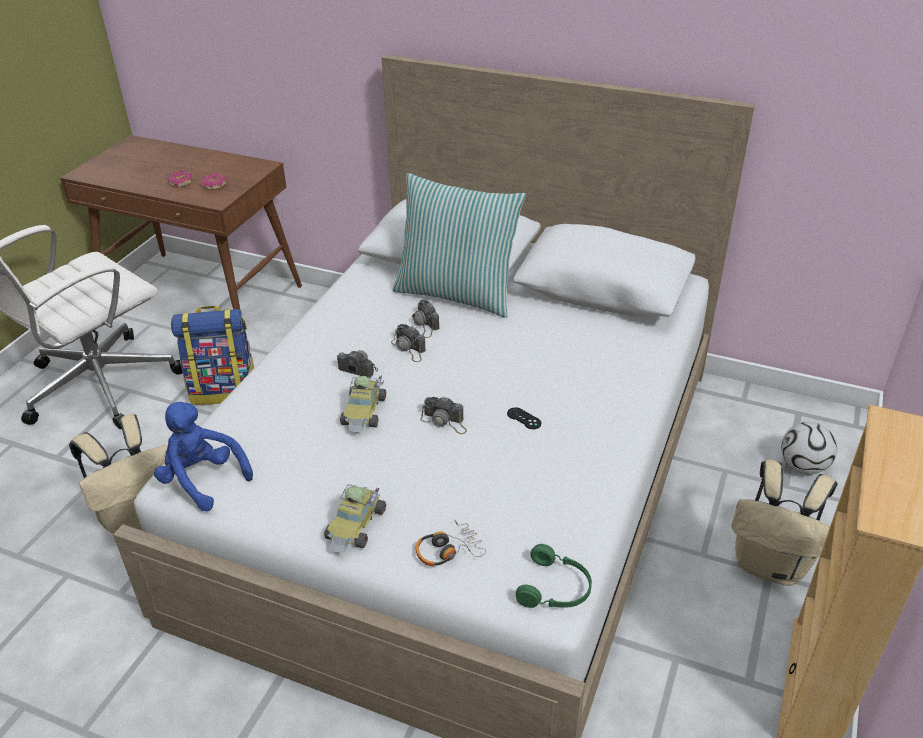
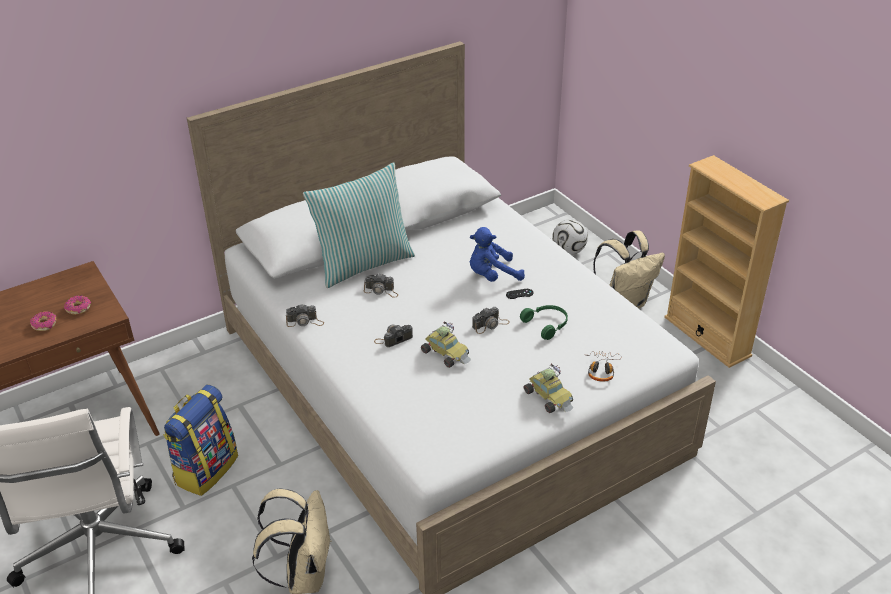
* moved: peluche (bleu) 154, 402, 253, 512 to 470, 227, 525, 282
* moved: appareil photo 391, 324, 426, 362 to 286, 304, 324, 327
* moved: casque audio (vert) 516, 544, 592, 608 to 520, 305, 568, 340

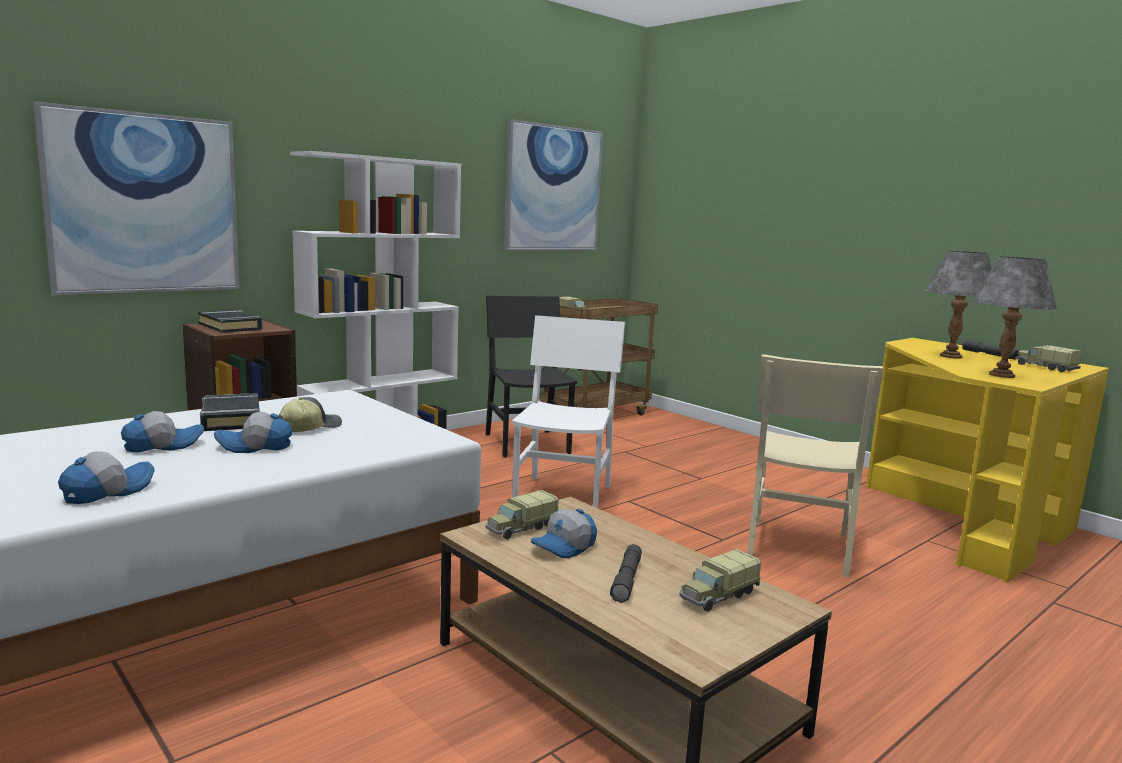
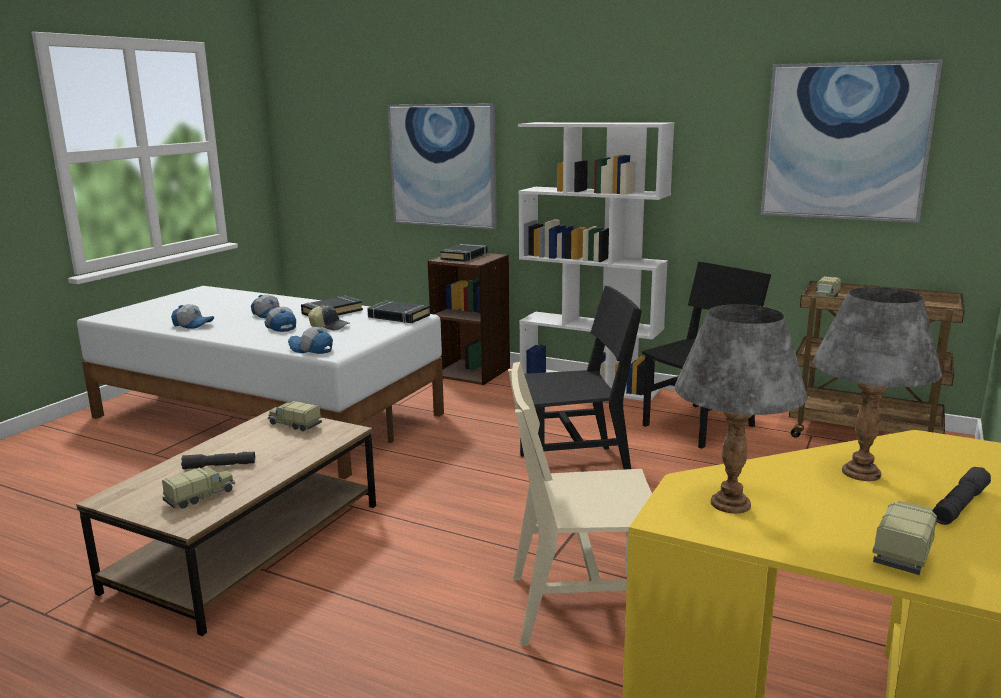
* recoloured: chaise (blanc) 511, 315, 625, 508 to chaise (noir) 520, 286, 642, 470
* moved: casquette 531, 509, 597, 558 to 288, 327, 333, 354
* turned: camion jouet 679, 549, 761, 612 = 162, 467, 235, 508 105 degrees clockwise
* added: livre (noir) 367, 301, 430, 323

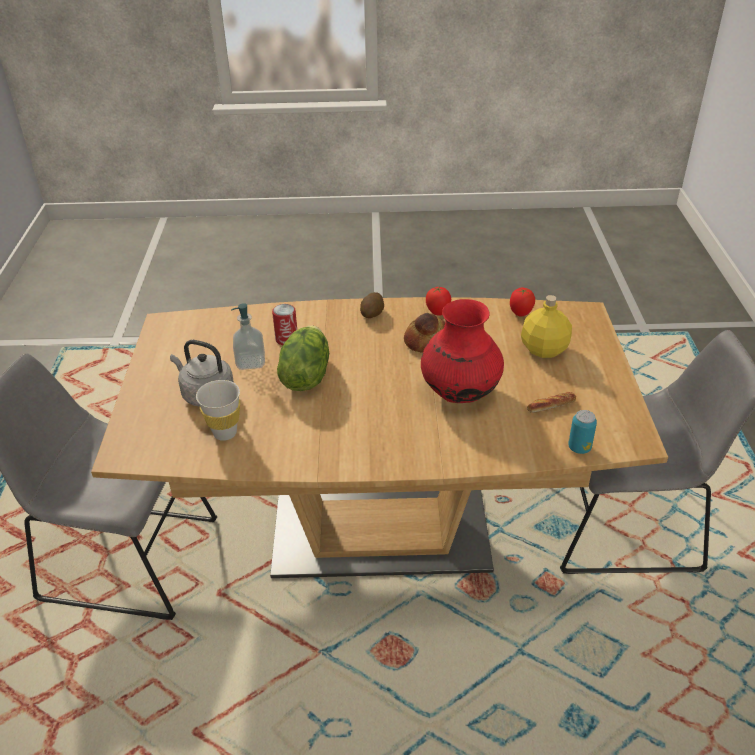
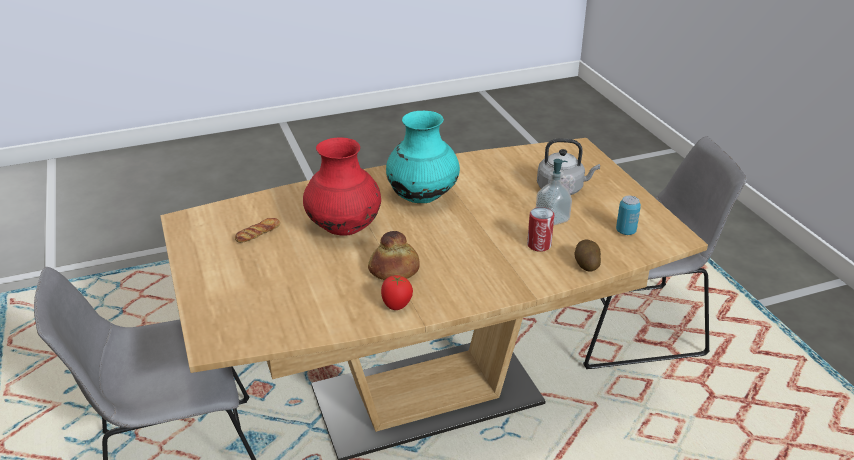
* removed: tasse (blanc) 196, 380, 240, 441
* removed: laitue 277, 325, 329, 391
* moved: pomme de terre 360, 292, 384, 318 to 574, 239, 601, 272
* removed: tomate 510, 288, 535, 316
* removed: bouteille (jaune) 521, 295, 572, 358
* moved: boîte métallique 568, 410, 597, 454 to 616, 196, 641, 235
* added: vase (turquoise) 386, 111, 460, 203

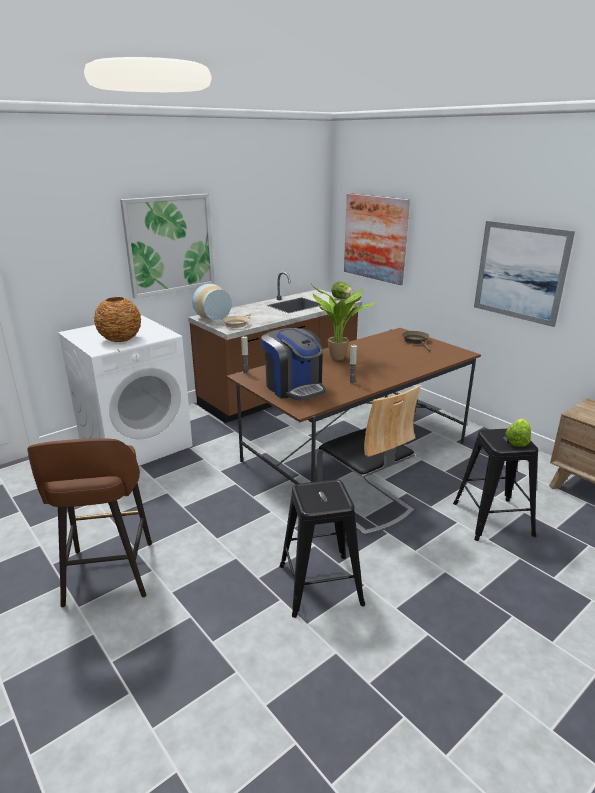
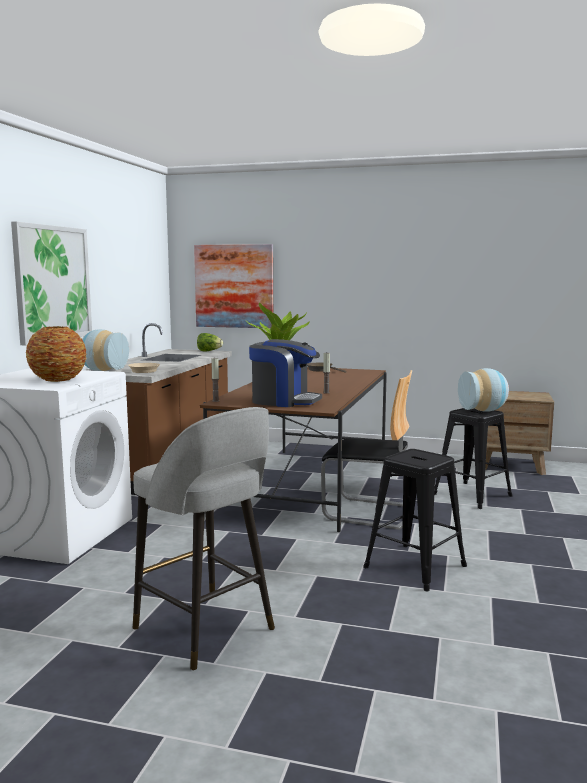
* recoloured: tabouret (marron) 27, 438, 152, 607 to tabouret (gris) 133, 407, 275, 671
* removed: tableau 474, 221, 575, 327
* replaced: laitue 506, 419, 531, 447 to vase 458, 368, 509, 412

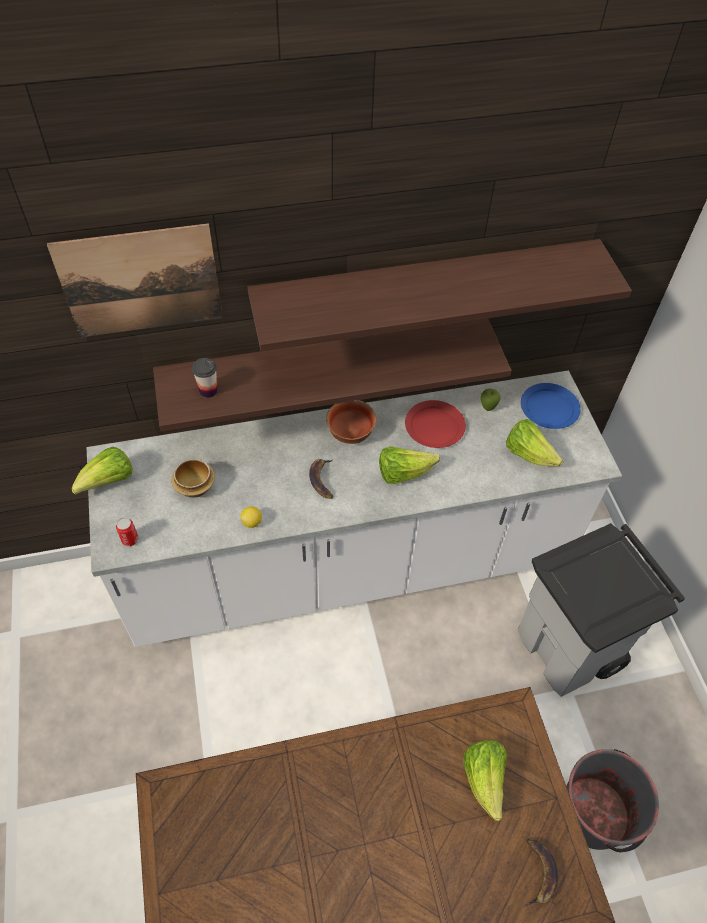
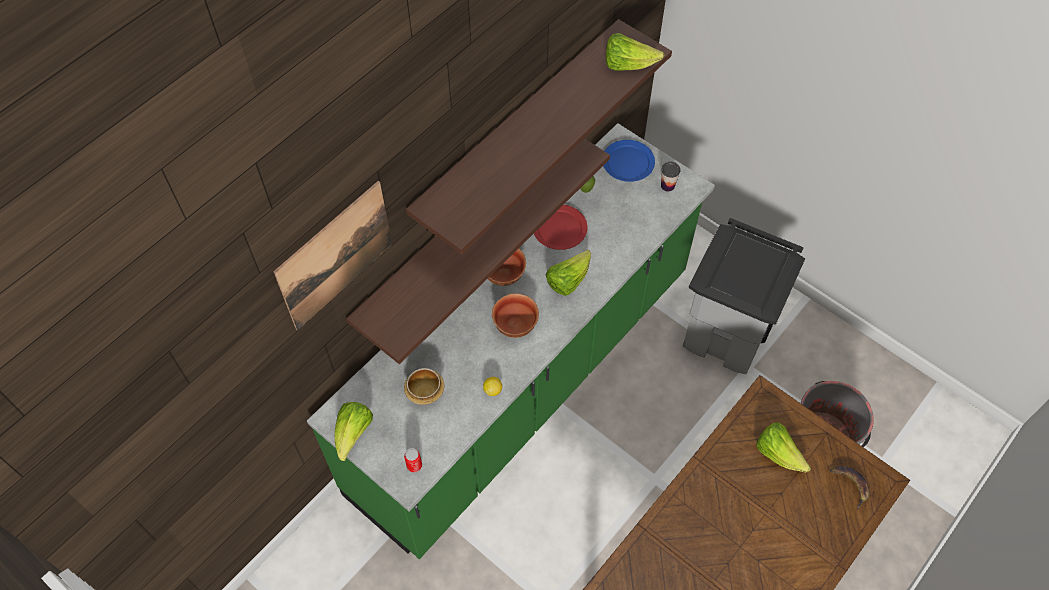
* recoloured: comptoir de cuisine (blanc) 87, 371, 622, 647 to comptoir de cuisine (vert) 307, 123, 715, 559
* moved: tasse 192, 358, 218, 398 to 661, 162, 680, 192
* replaced: banane 309, 459, 333, 499 to bol 492, 293, 539, 338
* moved: laitue 506, 419, 563, 466 to 606, 33, 664, 71

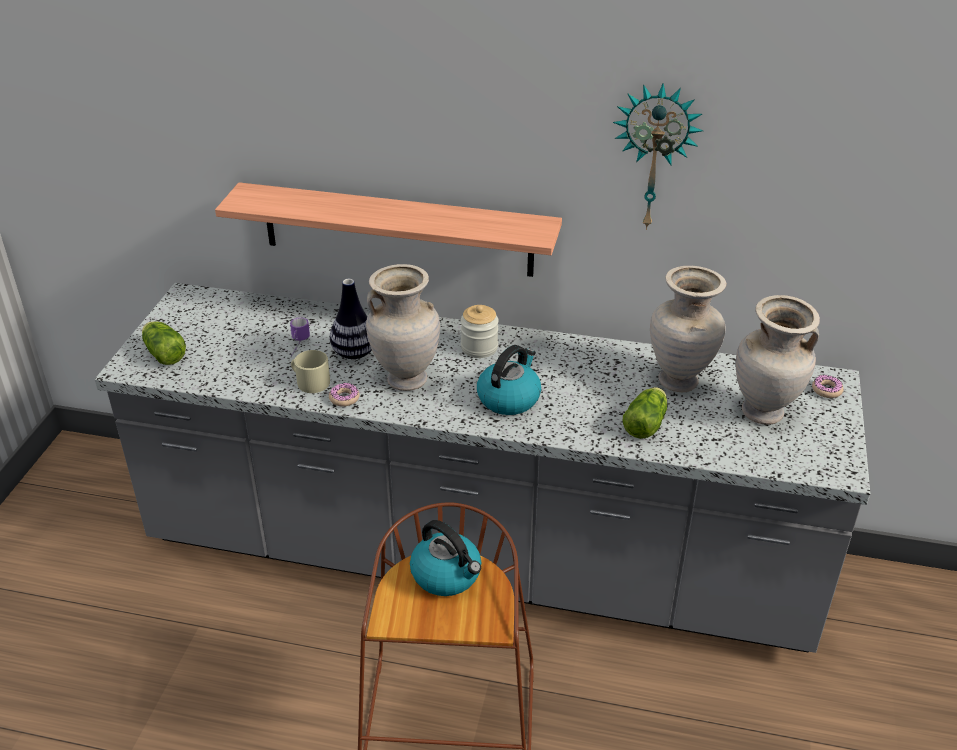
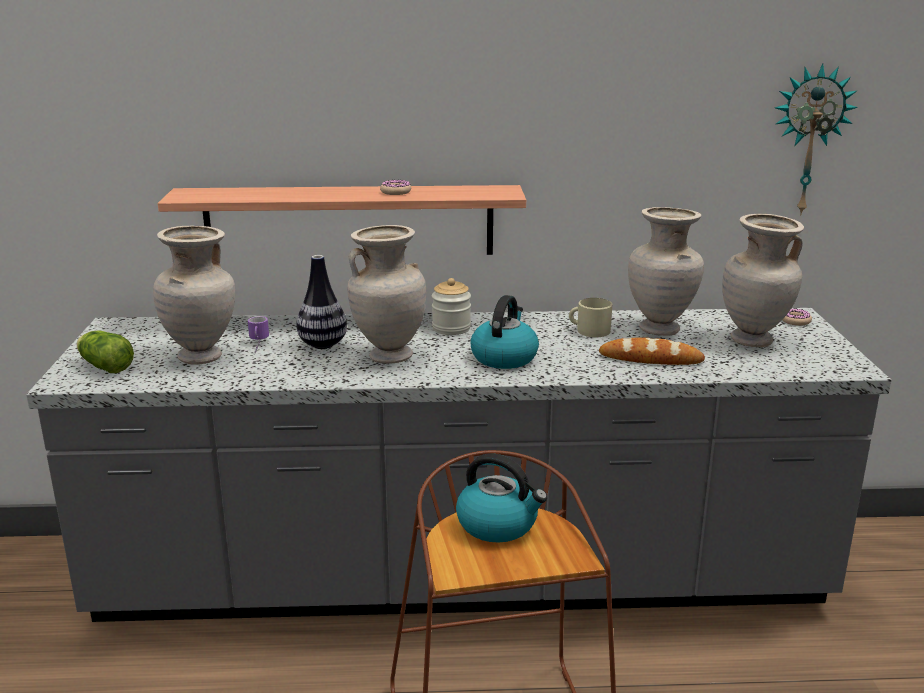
* moved: mug (beige) 291, 350, 330, 393 to 569, 298, 612, 337
* moved: beignet 329, 383, 359, 407 to 380, 180, 411, 195
* moved: horloge murale 613, 83, 703, 230 to 775, 63, 858, 216
* replaced: laitue 623, 387, 668, 439 to pain 599, 337, 705, 365
* added: vase (beige) 153, 226, 235, 365

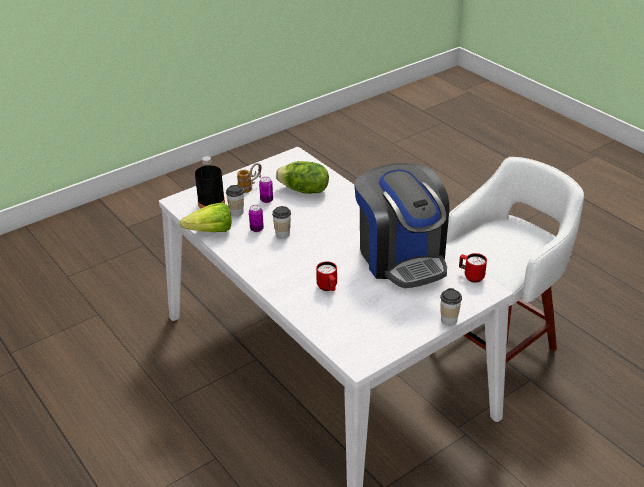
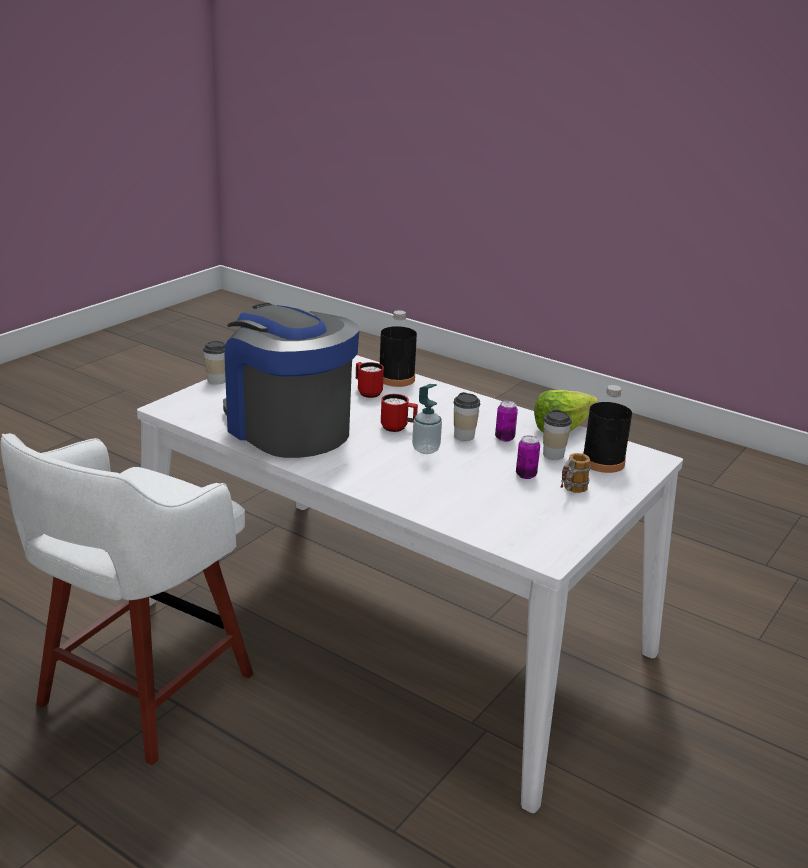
* removed: laitue 276, 161, 329, 194
* moved: mug (rouge) 459, 253, 487, 283 to 381, 394, 418, 432
* added: bouteille (noir) 380, 310, 417, 387
* added: distributeur de savon 412, 384, 442, 454

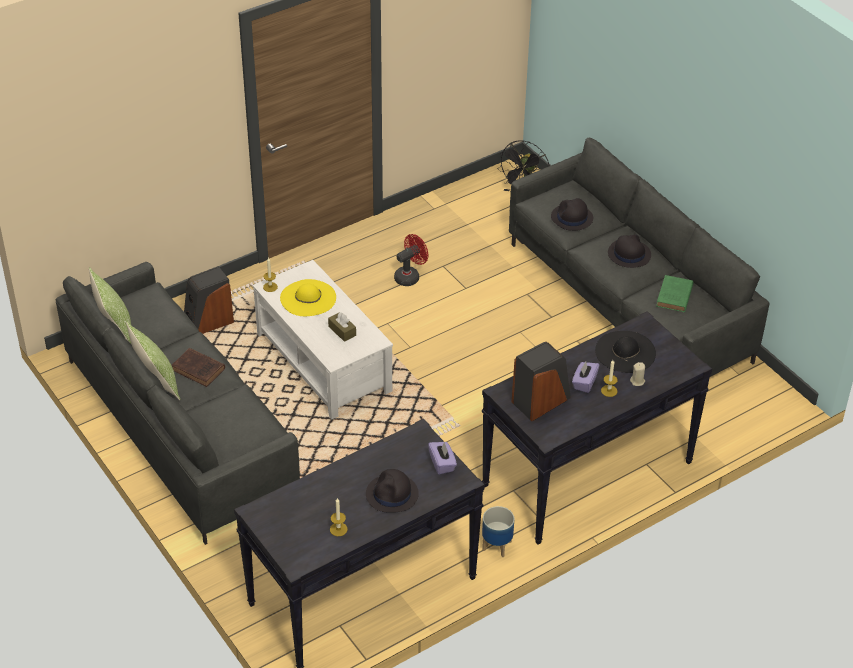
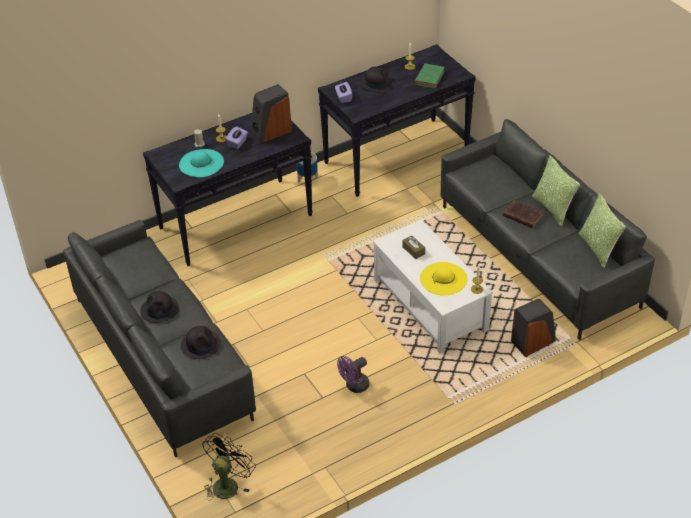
* recoloured: ventilateur (rouge) 394, 234, 428, 286 to ventilateur (violet) 337, 356, 370, 393
* recoloured: chapeau (noir) 595, 331, 656, 373 to chapeau (turquoise) 179, 149, 224, 177
* moved: livre (vert) 656, 275, 693, 312 to 415, 63, 445, 88

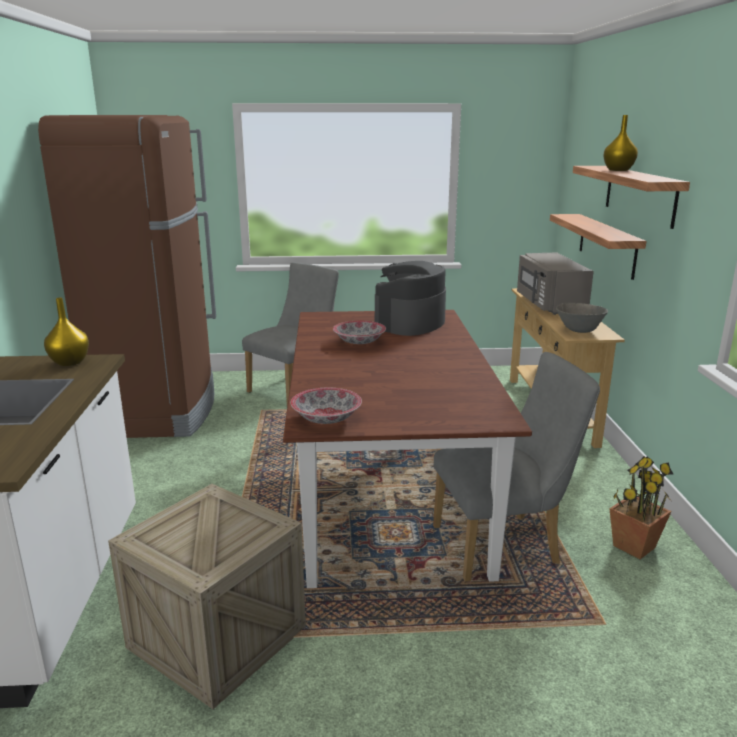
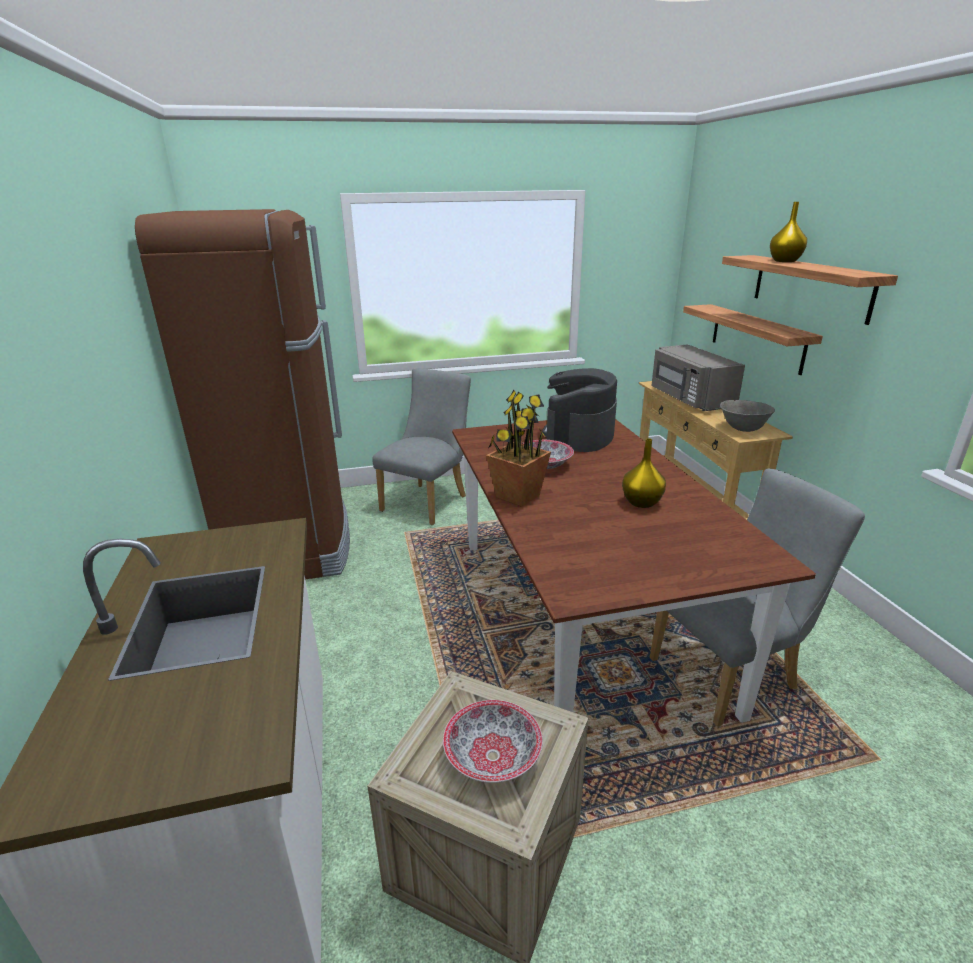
* moved: vase (jaune) 44, 297, 89, 366 to 622, 438, 666, 508
* moved: bol 290, 388, 362, 424 to 443, 700, 543, 783
* moved: plante en pot 609, 456, 673, 559 to 486, 390, 551, 507

